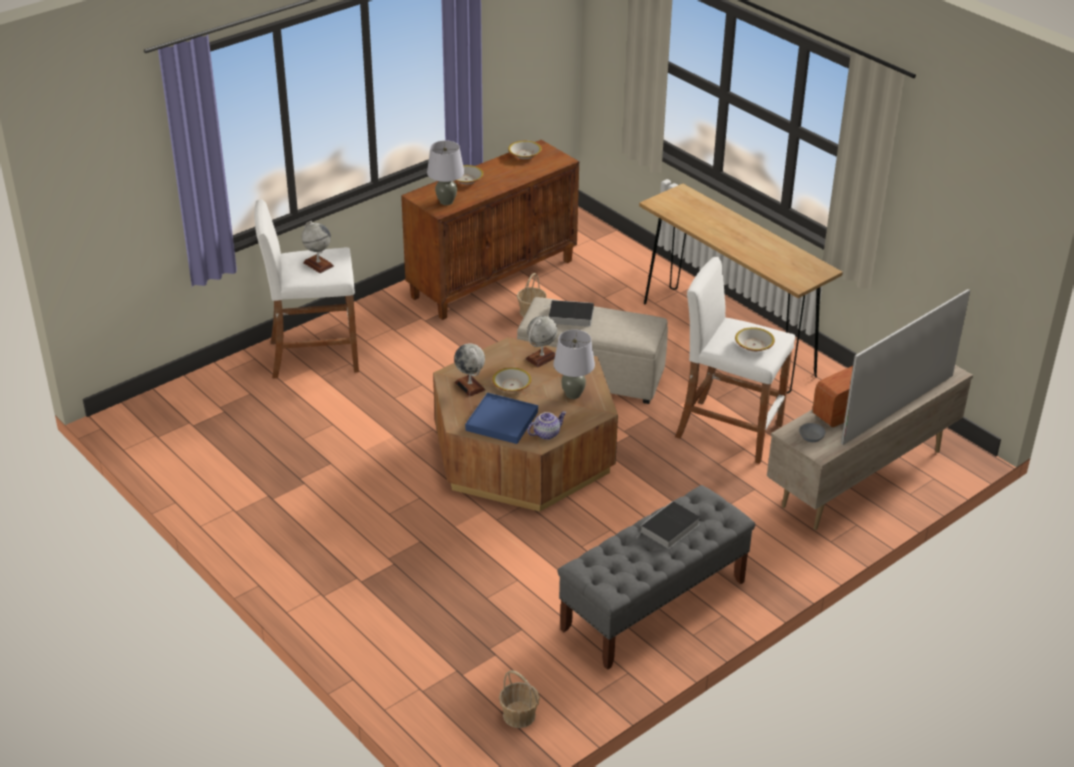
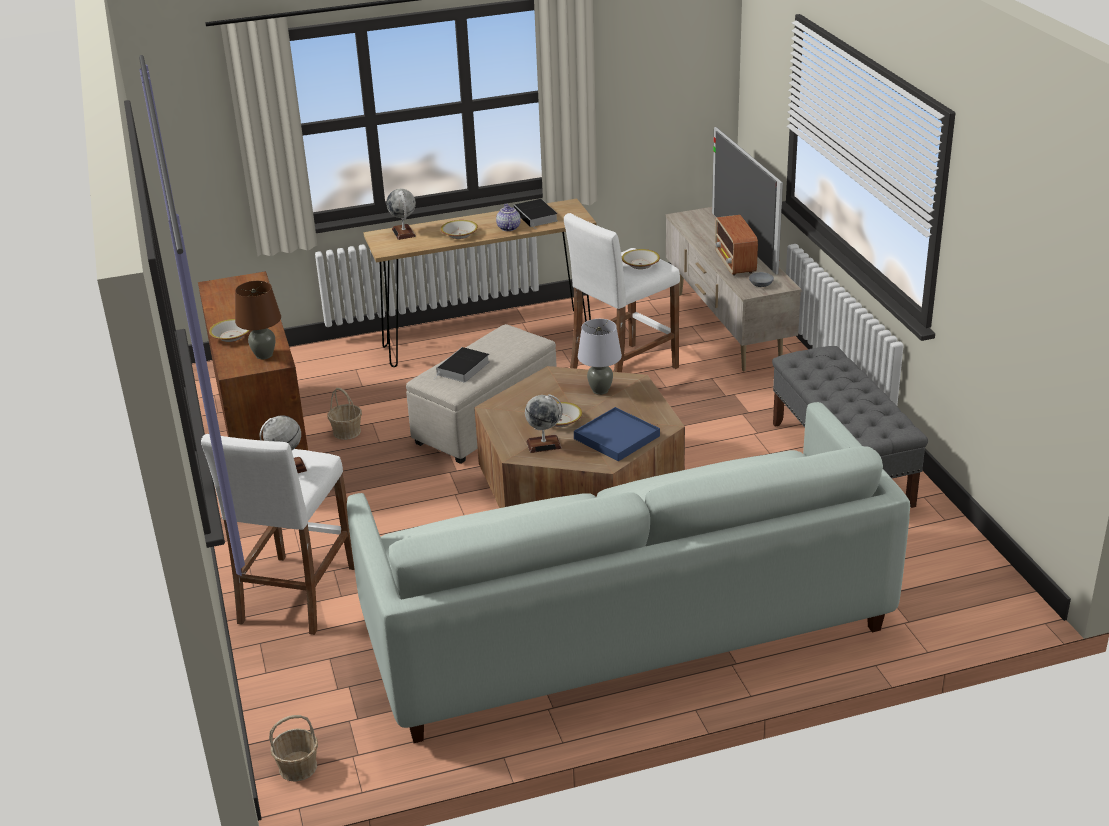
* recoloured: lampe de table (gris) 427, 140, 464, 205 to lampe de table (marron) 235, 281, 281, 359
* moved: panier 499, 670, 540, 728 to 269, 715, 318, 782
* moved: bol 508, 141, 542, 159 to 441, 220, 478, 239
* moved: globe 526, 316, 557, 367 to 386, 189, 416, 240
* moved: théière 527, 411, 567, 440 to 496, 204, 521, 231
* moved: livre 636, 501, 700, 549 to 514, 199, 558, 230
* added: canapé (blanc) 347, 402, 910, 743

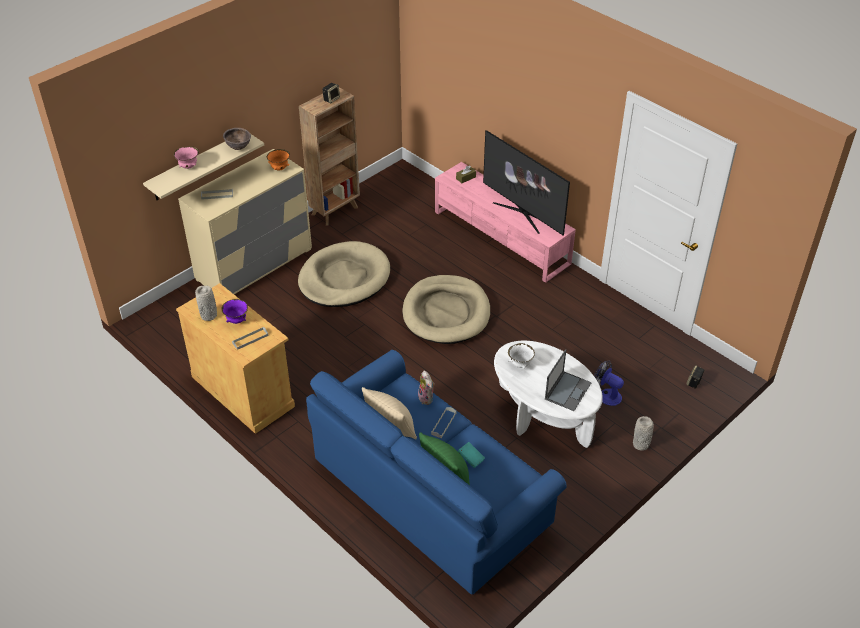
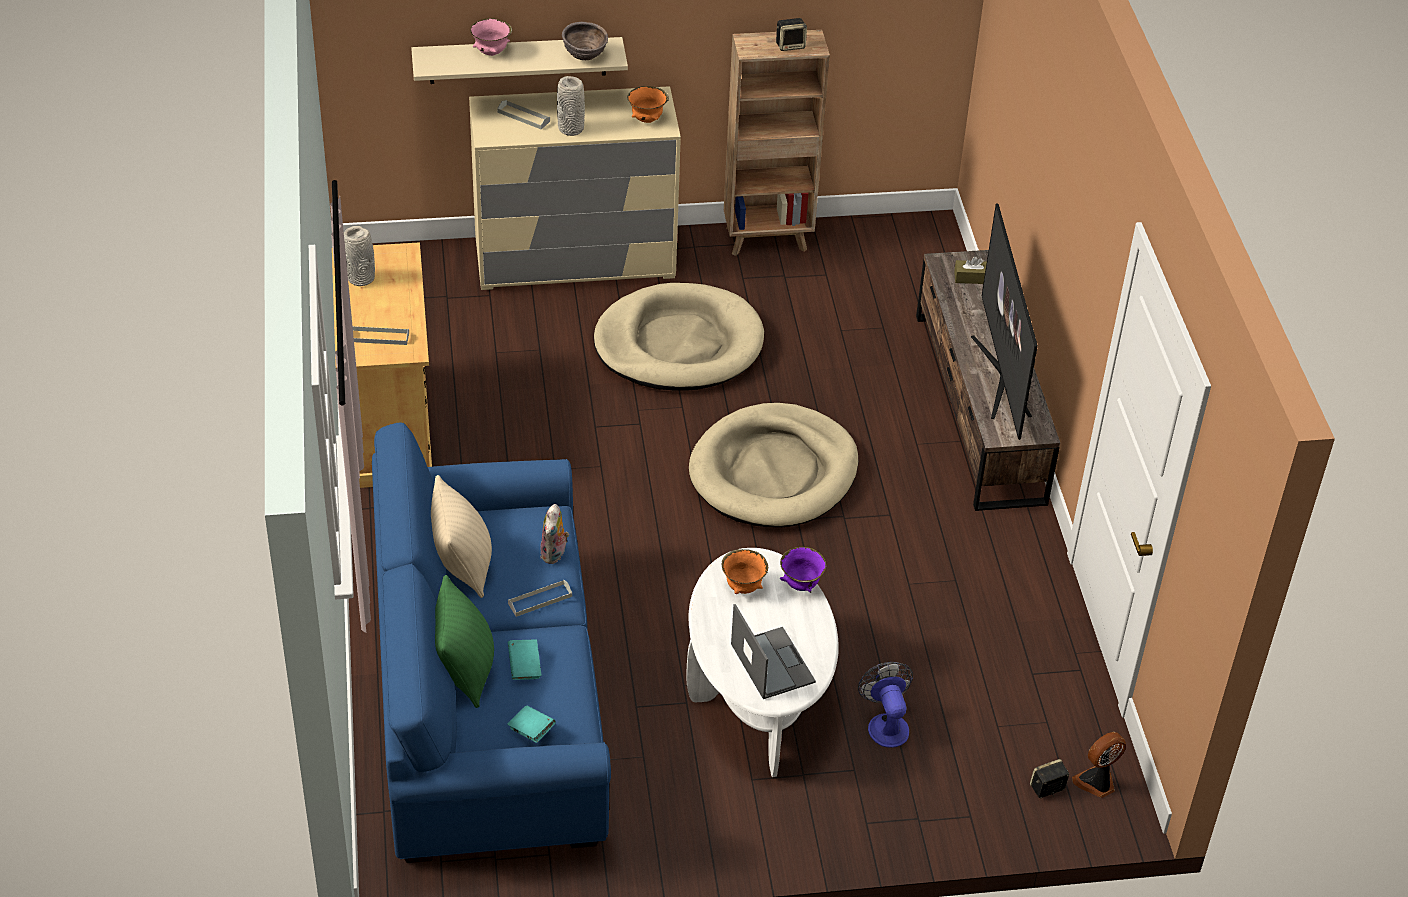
* moved: bol (violet) 221, 299, 248, 324 to 780, 547, 826, 593
* recoloured: meuble télé (rose) 435, 162, 576, 283 to meuble télé (marron) 916, 250, 1060, 511
* recoloured: bol (blanc) 508, 343, 535, 369 to bol (orange) 722, 549, 768, 594
* turned: ordinateur portable 545, 349, 592, 411 = 731, 604, 816, 699 90 degrees counterclockwise
* moved: vase (gris) 633, 416, 654, 451 to 557, 76, 585, 136
* added: livre (turquoise) 507, 706, 556, 743
* added: ventilateur 1072, 732, 1126, 798

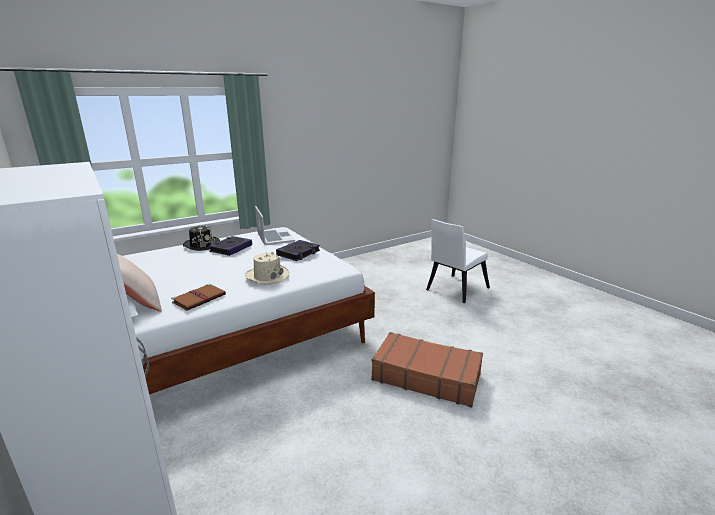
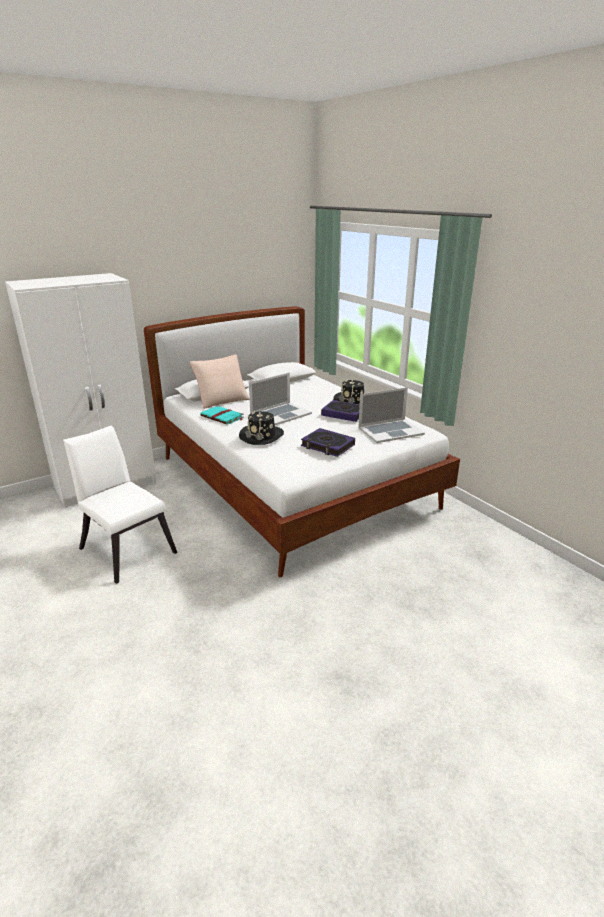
* recoloured: livre (marron) 171, 284, 226, 311 to livre (turquoise) 200, 405, 244, 425
* recoloured: chapeau (beige) 245, 252, 290, 285 to chapeau (noir) 239, 411, 284, 445
* removed: valise (marron) 371, 332, 483, 408
* moved: chaise (blanc) 426, 219, 490, 303 to 63, 426, 177, 584
* added: ordinateur portable 249, 372, 312, 425

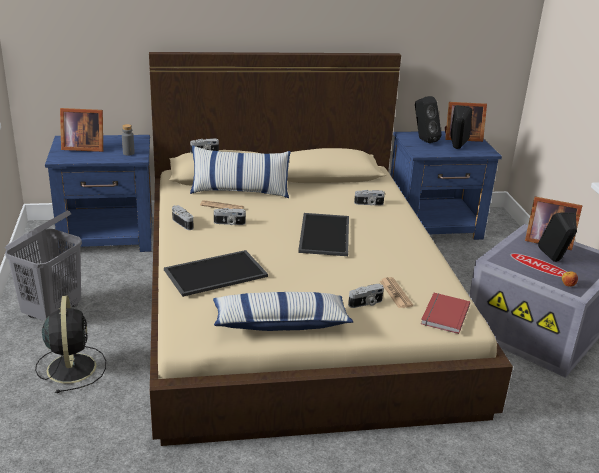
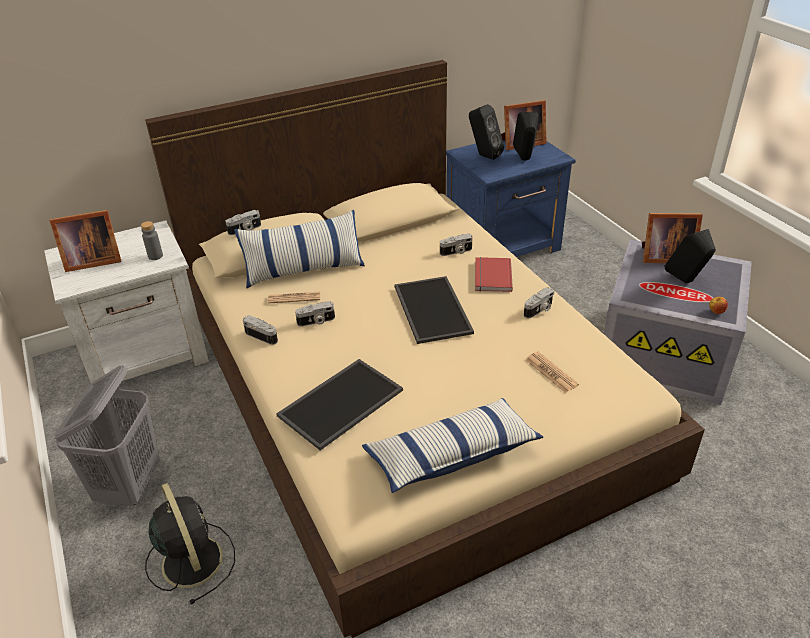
* recoloured: table de chevet (bleu) 45, 135, 152, 253 to table de chevet (blanc) 44, 220, 209, 384
* moved: appareil photo 348, 284, 384, 308 to 524, 287, 554, 318
* moved: livre (rouge) 421, 293, 470, 334 to 475, 257, 513, 292

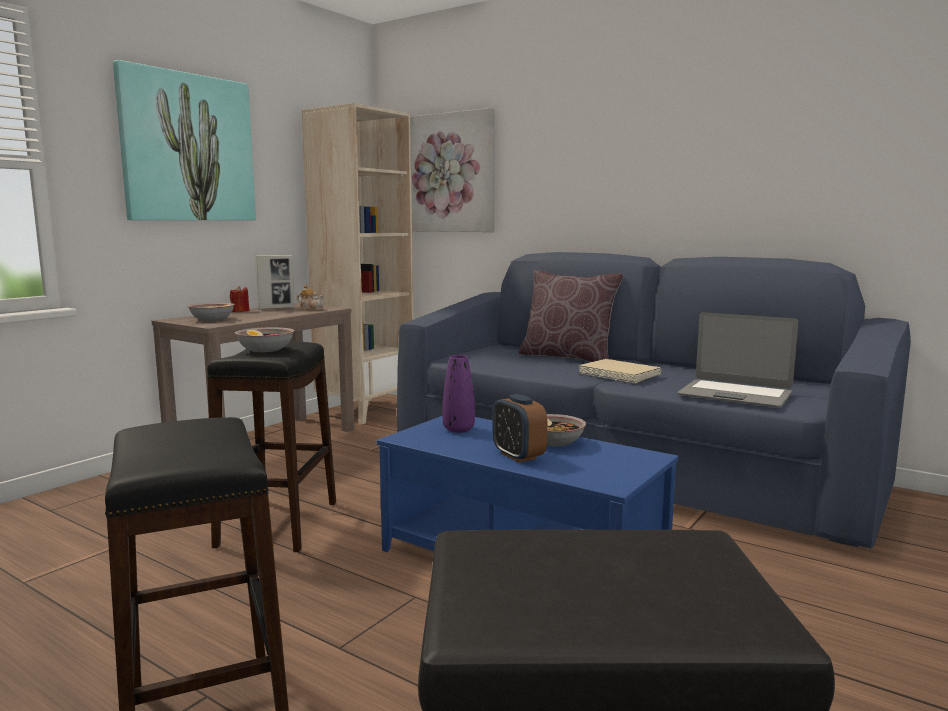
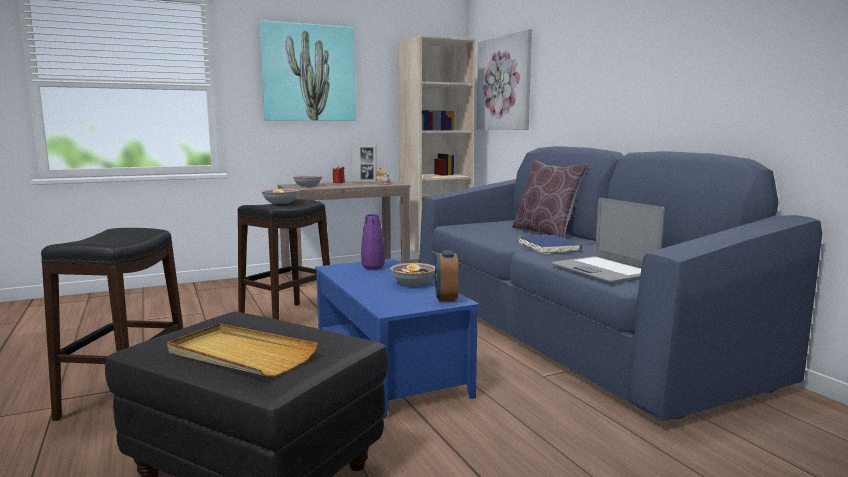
* moved: réveil 493, 394, 547, 463 to 435, 250, 458, 301
* recoloured: livre (beige) 578, 359, 661, 384 to livre (bleu) 518, 235, 582, 254
* added: plateau (beige) 167, 324, 318, 376

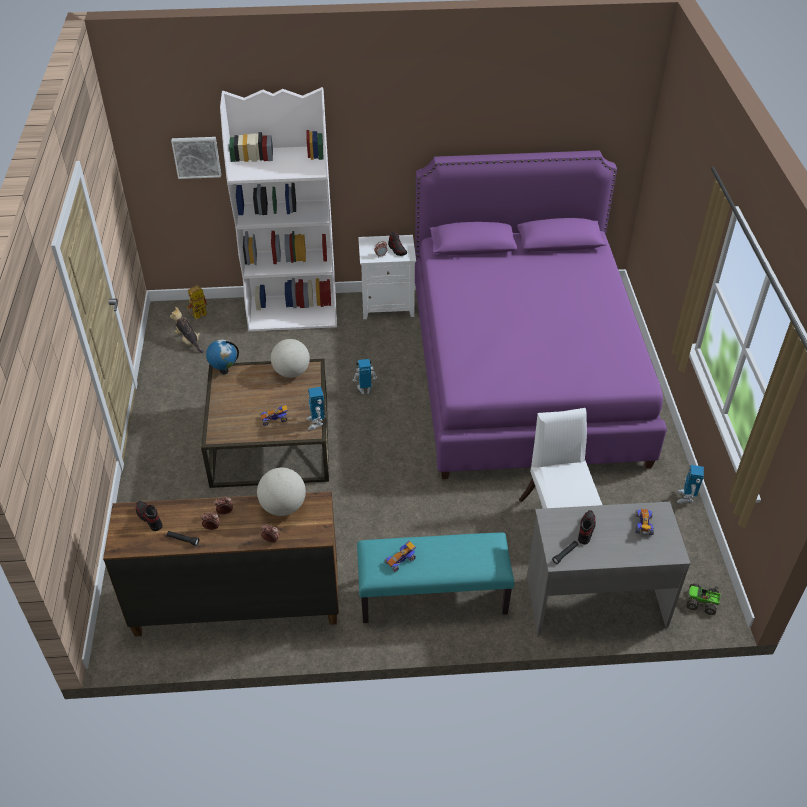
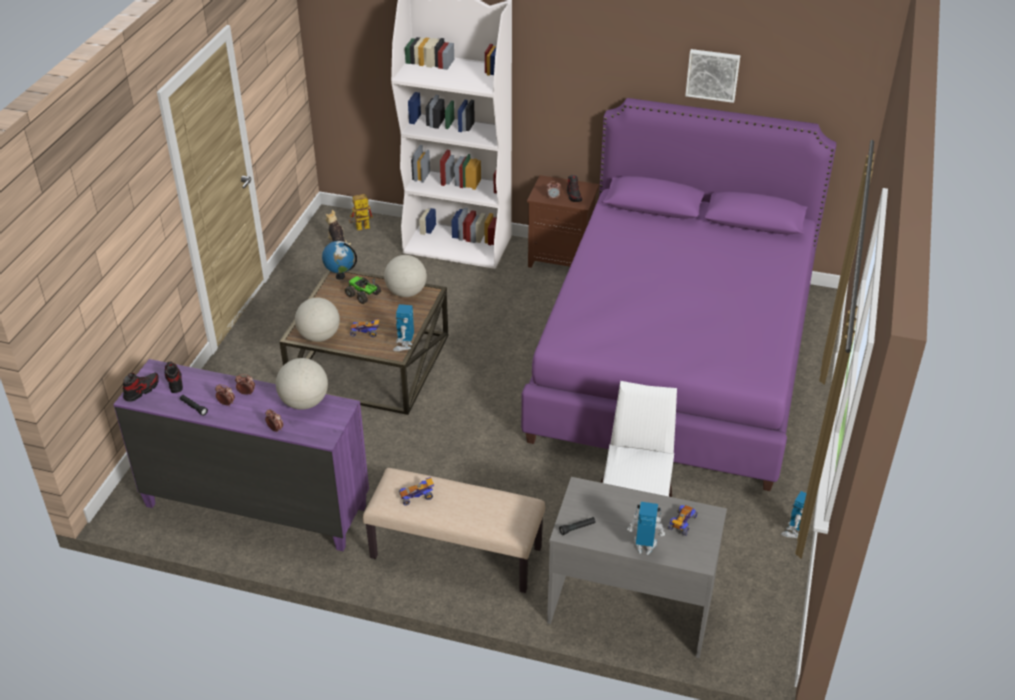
* recoloured: commode (marron) 103, 492, 339, 636 to commode (violet) 113, 359, 369, 551
* moved: tableau 171, 137, 221, 179 to 685, 49, 740, 103
* moved: robot jouet 353, 359, 377, 394 to 627, 502, 665, 555
* recoloured: banc (turquoise) 357, 533, 514, 623 to banc (beige) 363, 468, 545, 593
* recoloured: table de chevet (blanc) 358, 235, 416, 319 to table de chevet (marron) 527, 175, 599, 268
* moved: chaussure 578, 510, 596, 544 to 123, 372, 159, 402
* moved: camion jouet 686, 584, 721, 615 to 345, 276, 381, 304
* added: globe 295, 298, 340, 342

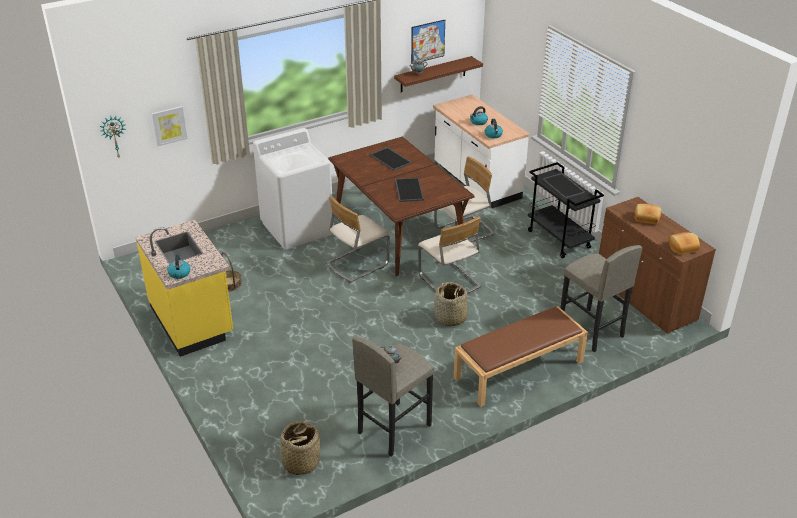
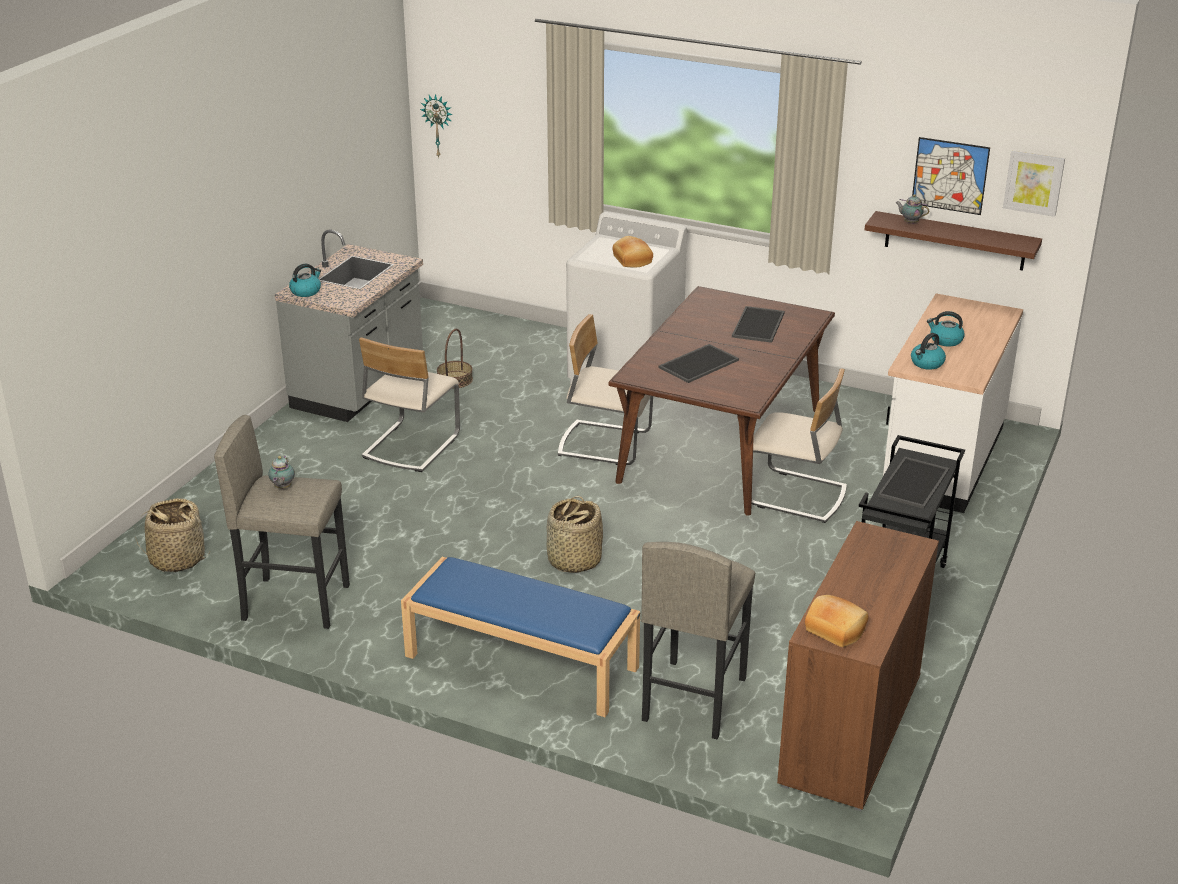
* recoloured: comptoir de cuisine (jaune) 135, 220, 233, 357 to comptoir de cuisine (gris) 274, 230, 423, 422
* moved: tableau 152, 106, 188, 146 to 1003, 151, 1065, 217
* moved: chaise (beige) 418, 217, 481, 294 to 359, 337, 460, 472
* recoloured: banc (marron) 454, 306, 588, 407 to banc (bleu) 401, 557, 640, 717
* moved: pain 635, 204, 661, 225 to 612, 236, 653, 268

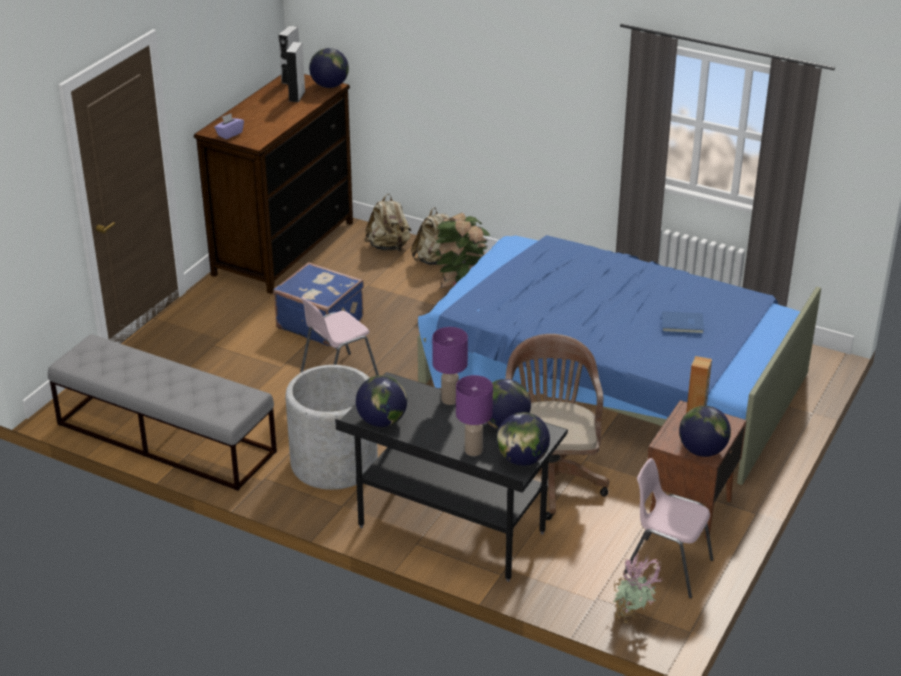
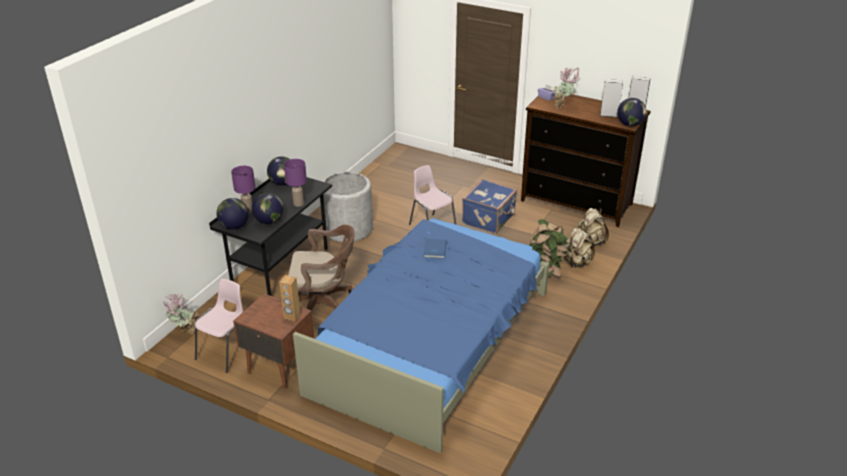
* removed: banc (gris) 48, 334, 277, 491
* moved: livre (bleu) 662, 311, 704, 334 to 424, 239, 447, 258
* removed: globe 679, 406, 731, 457
* added: plante en pot 553, 67, 581, 109

